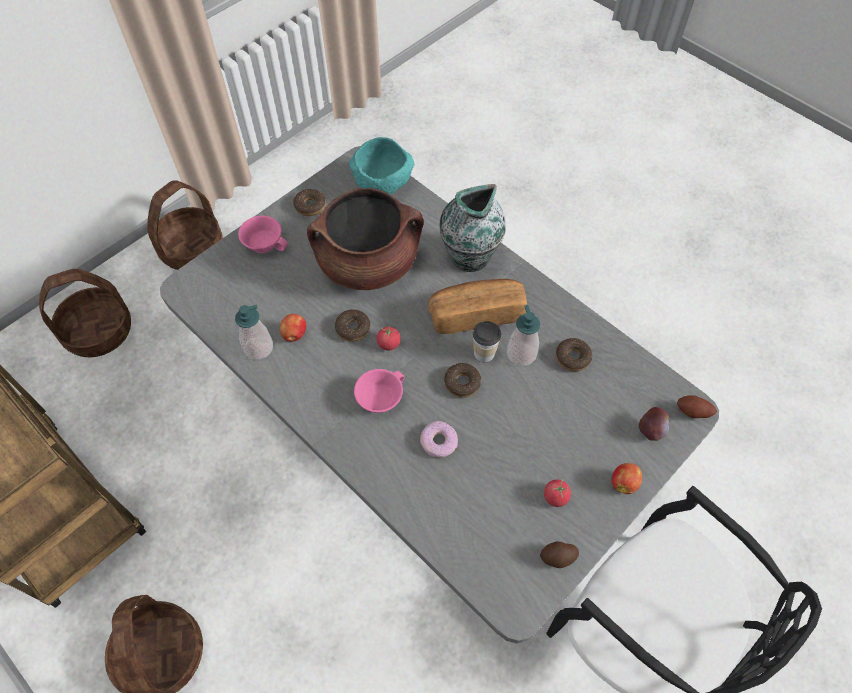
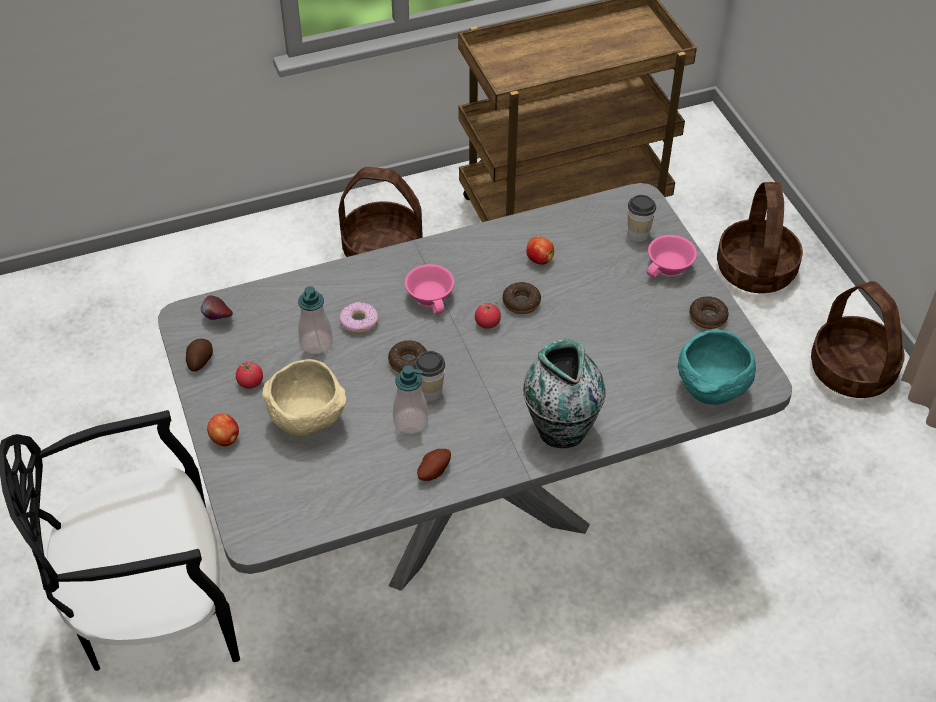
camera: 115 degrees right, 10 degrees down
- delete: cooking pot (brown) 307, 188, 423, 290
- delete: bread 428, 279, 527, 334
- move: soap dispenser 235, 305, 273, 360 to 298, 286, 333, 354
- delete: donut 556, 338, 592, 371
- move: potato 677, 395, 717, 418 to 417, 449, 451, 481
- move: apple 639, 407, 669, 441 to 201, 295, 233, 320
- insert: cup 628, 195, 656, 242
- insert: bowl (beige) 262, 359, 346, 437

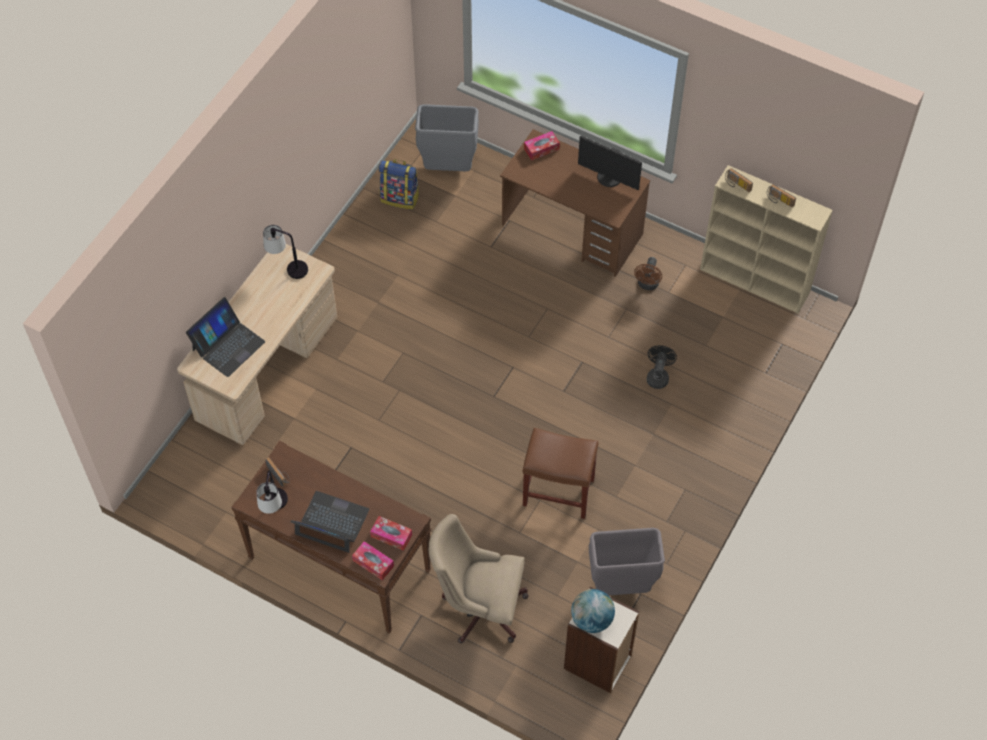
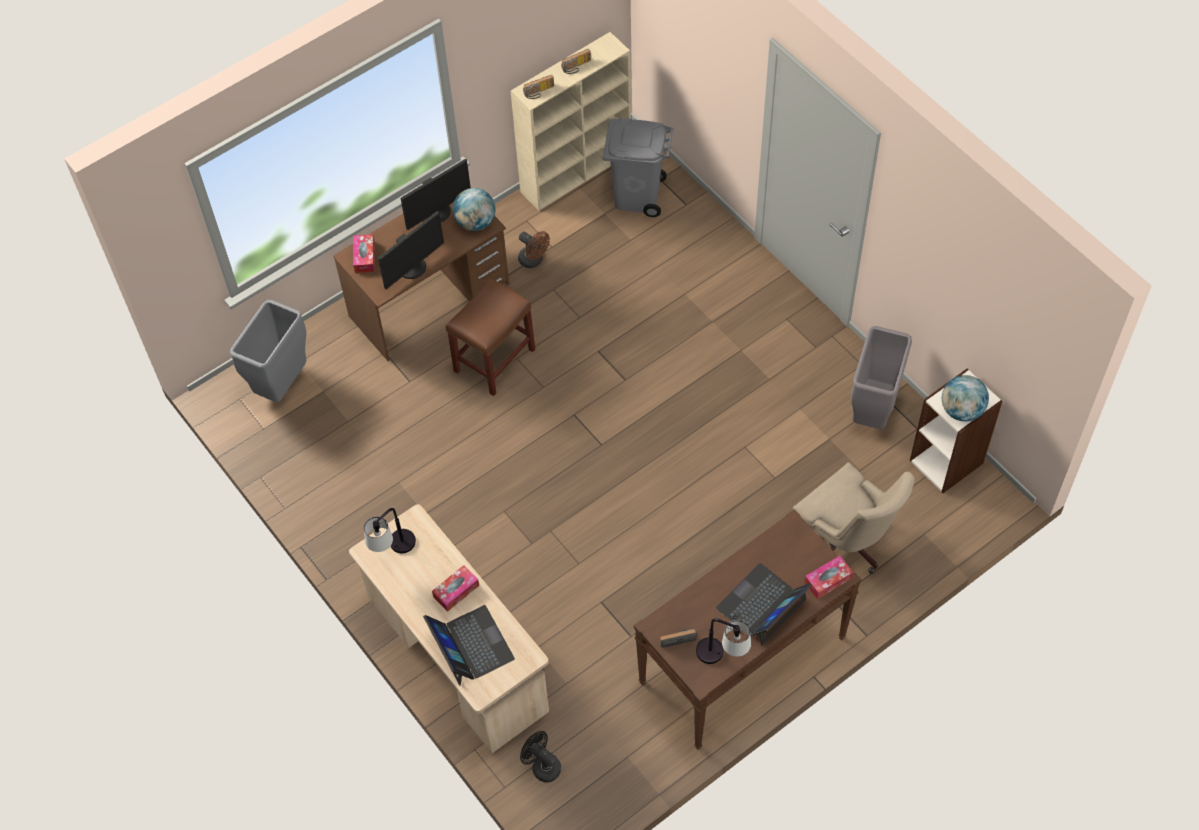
camera: 65 degrees left, 0 degrees up
- delete: backpack 379, 159, 419, 209
- move: fan (black) 647, 345, 677, 389 to 520, 731, 561, 783
- move: stool (brown) 523, 428, 598, 519 to 446, 278, 535, 396
- rotate: office chair (beige) 429, 514, 529, 643 = 793, 462, 915, 574 75 degrees counterclockwise
- move: tissue box 370, 516, 412, 551 to 432, 565, 479, 612
- insert: trash can (grey) 603, 119, 673, 217
- insert: globe 453, 188, 495, 231
- insert: monitor 378, 211, 444, 289

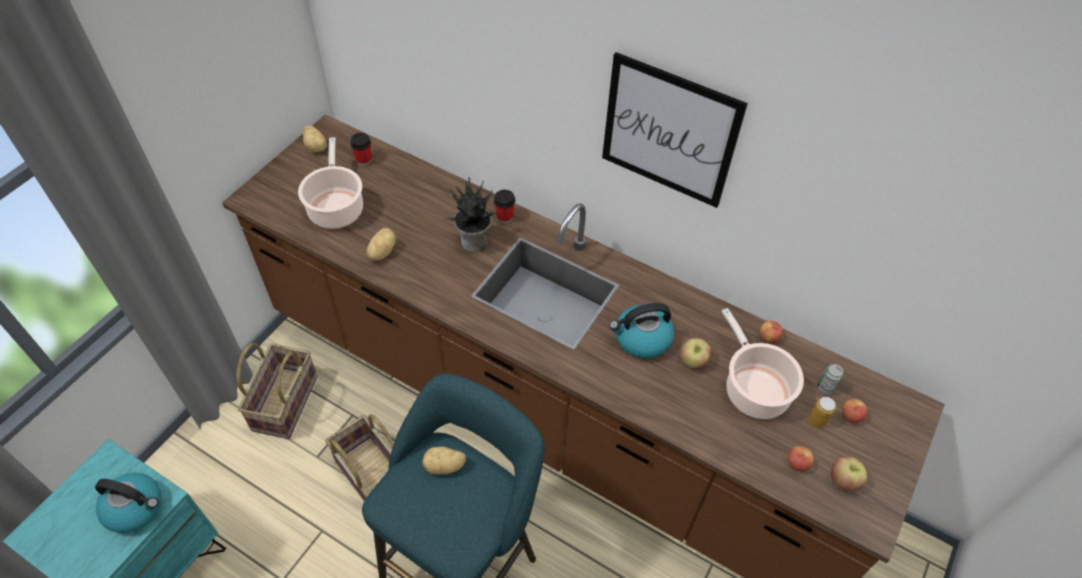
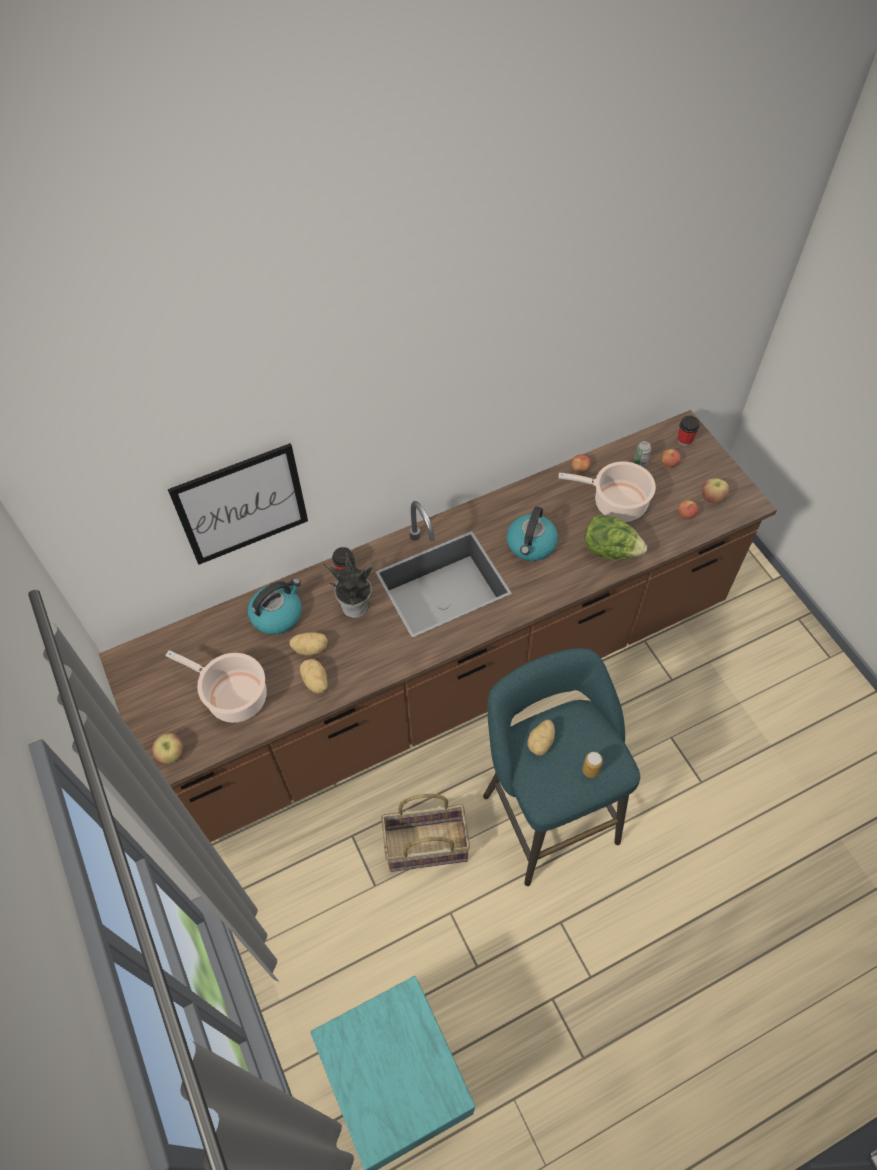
camera: 55 degrees left, 5 degrees up
- move: picture 602, 52, 748, 208 to 168, 443, 308, 565
- move: potato 303, 125, 327, 152 to 290, 632, 328, 656
- move: cup 350, 133, 372, 166 to 677, 416, 700, 446
- move: apple 680, 338, 712, 369 to 152, 733, 183, 764
- delete: basket 236, 343, 318, 439
- move: can 808, 397, 836, 428 to 582, 752, 603, 778
- move: kettle 95, 473, 161, 533 to 248, 578, 301, 635
- insert: lettuce 584, 514, 647, 560

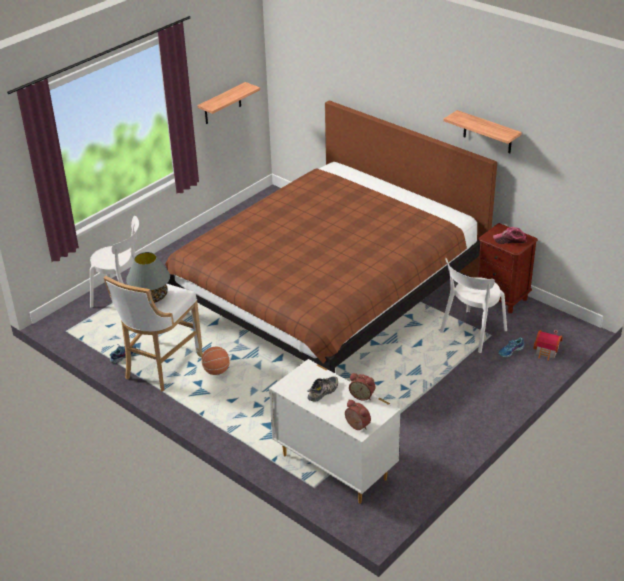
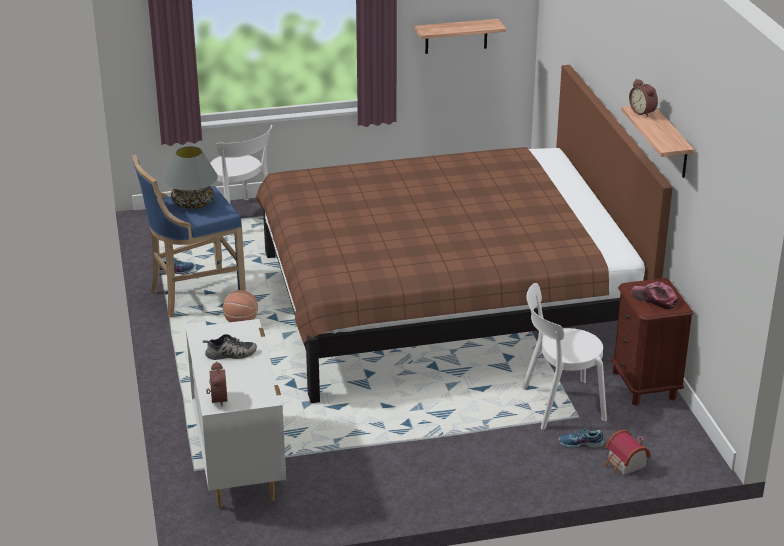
camera: 35 degrees right, 5 degrees down
- recolor: stool (white) 104, 276, 203, 392 to stool (blue) 132, 154, 246, 317
- move: alarm clock 349, 373, 375, 401 to 629, 79, 658, 117

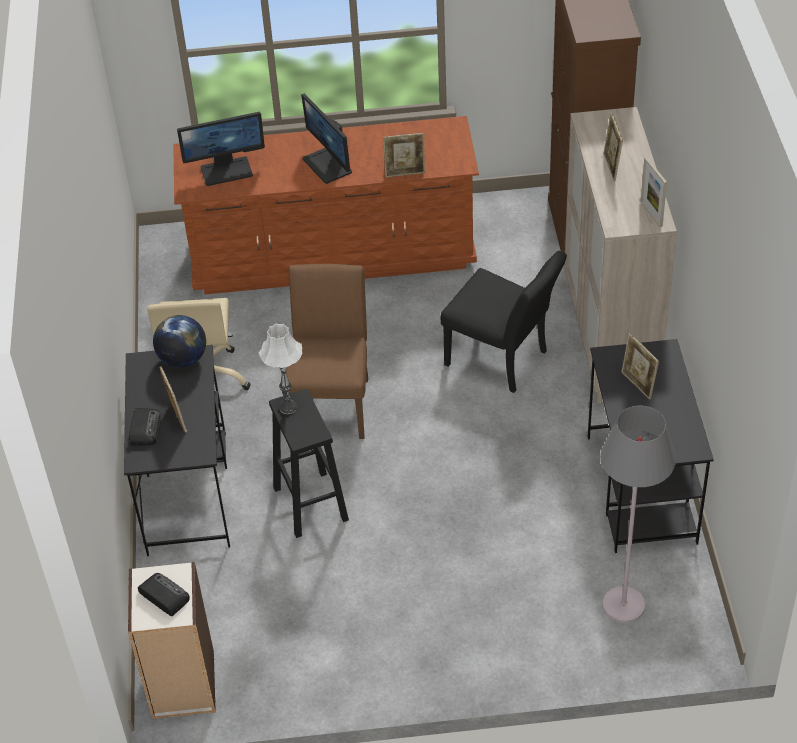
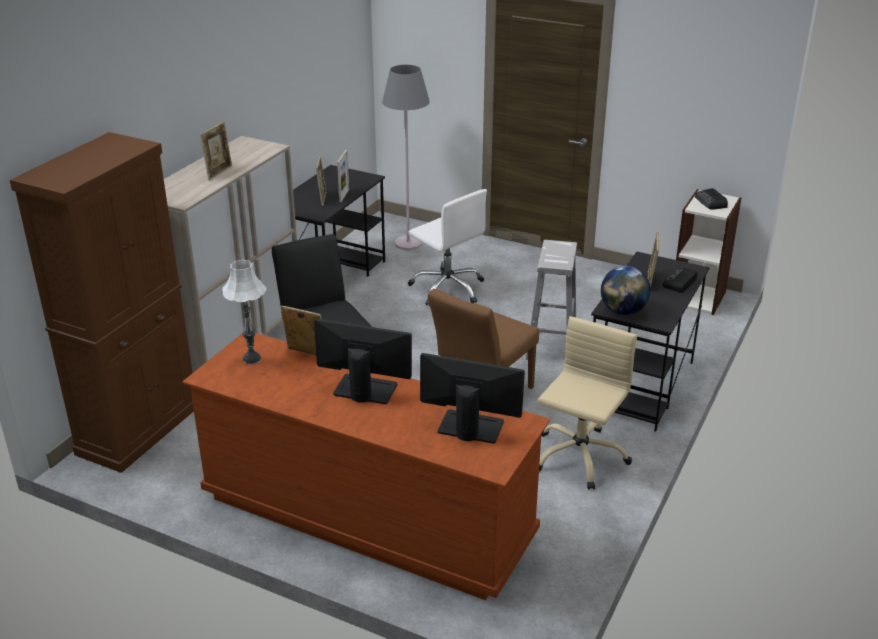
camera: 150 degrees left, 15 degrees down
- rotate: monitor 301, 93, 352, 184 = 314, 319, 412, 404 75 degrees counterclockwise
- move: picture frame 641, 157, 667, 227 to 337, 150, 349, 202
- move: table lamp (white) 258, 323, 302, 414 to 223, 260, 267, 365
- recolor: stool (black) 269, 389, 349, 538 to stool (white) 526, 240, 577, 360
- insert: office chair (white) 408, 189, 487, 306

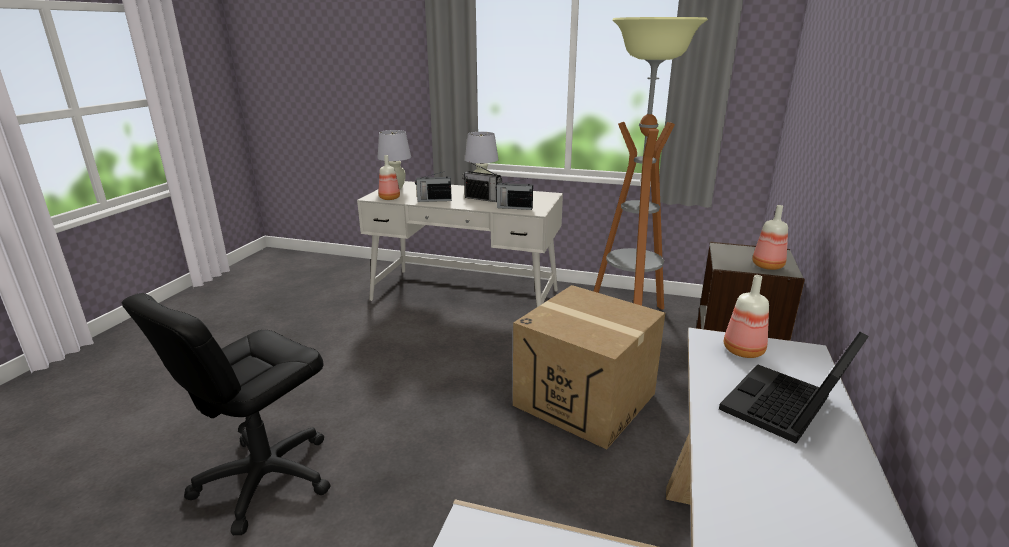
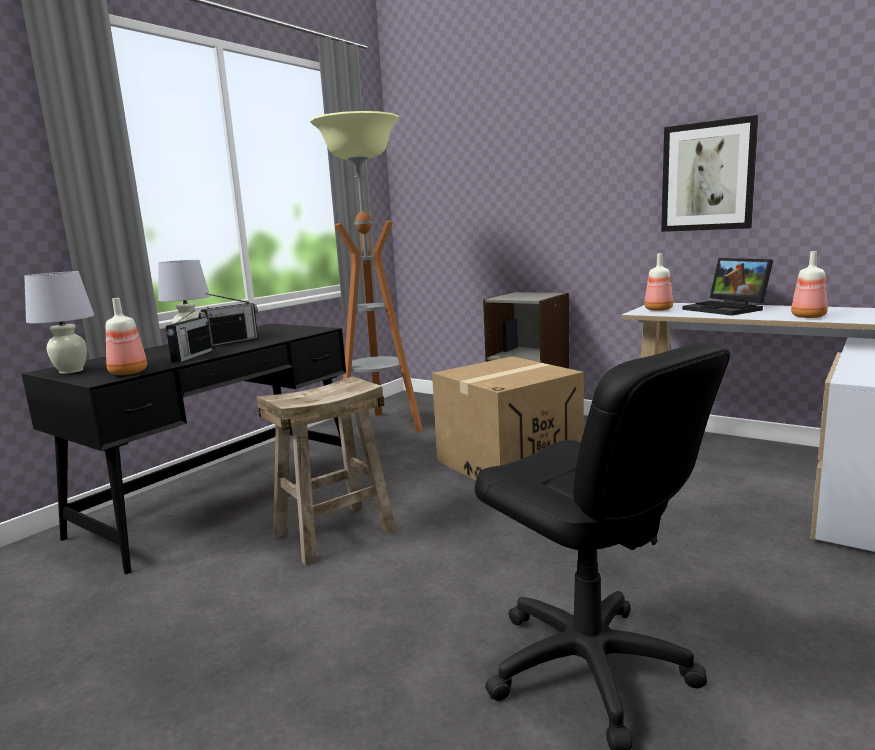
camera: 70 degrees left, 10 degrees down
- delete: radio 496, 178, 533, 210
- recolor: desk (white) 357, 181, 563, 307 to desk (black) 22, 323, 346, 574
- move: bottle 752, 205, 788, 270 to 791, 251, 828, 318
- insert: picture 661, 115, 758, 232
- insert: stool (beige) 257, 376, 396, 566

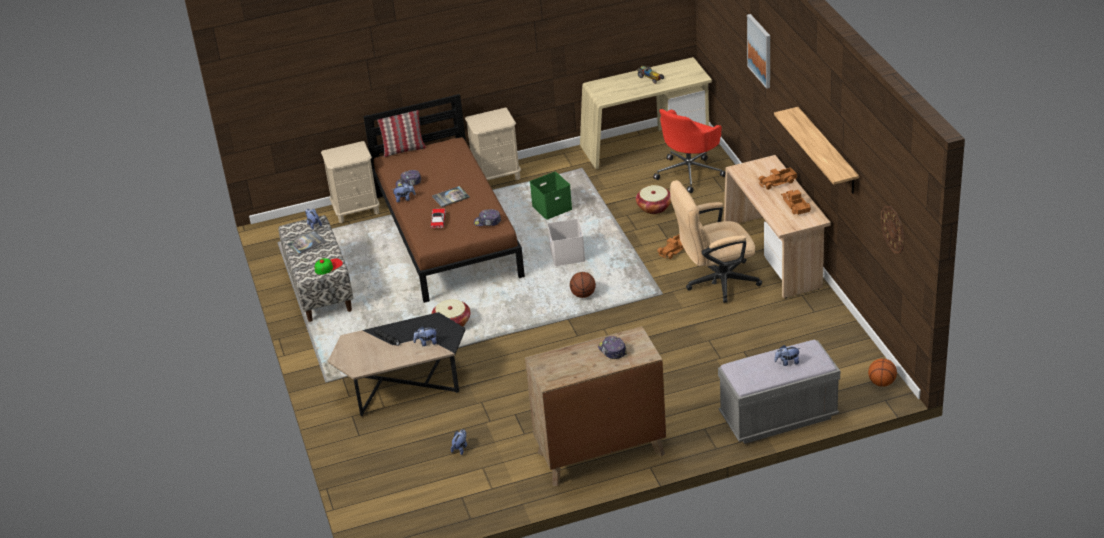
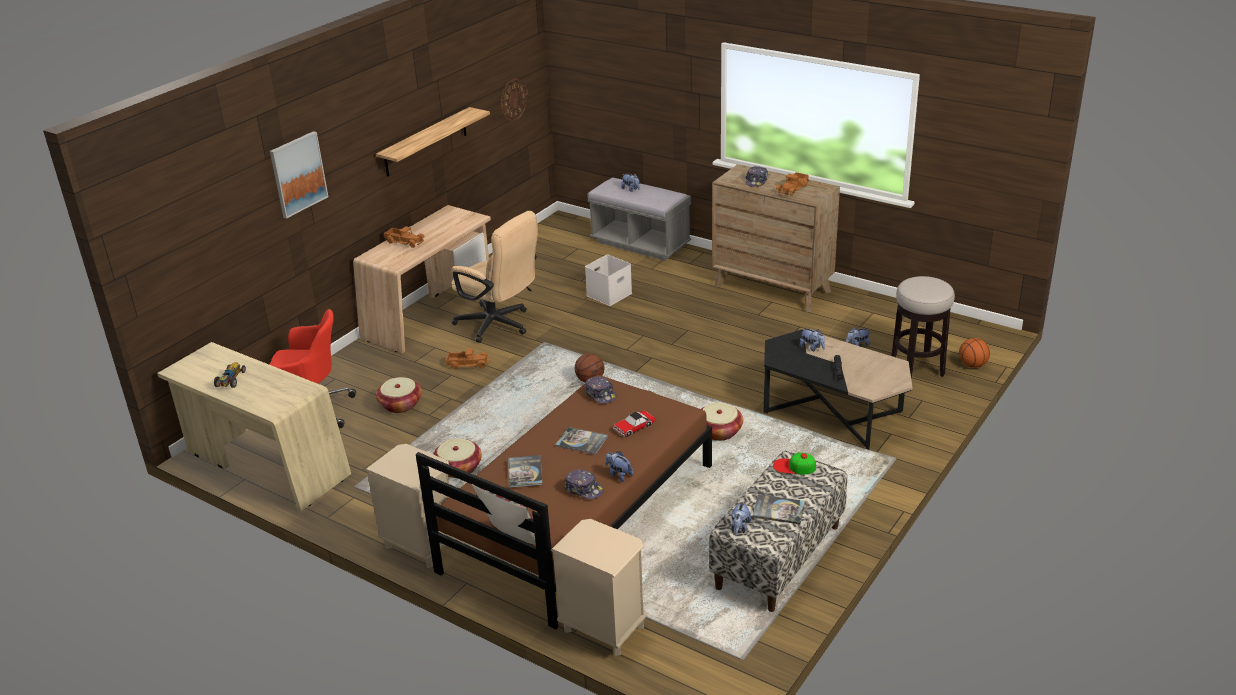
camera: 130 degrees left, 5 degrees down
- replace: storage box (green) 530, 172, 572, 220 to basket 433, 438, 482, 478
- move: toy truck 781, 190, 811, 215 to 776, 172, 809, 196
- move: storage box (white) 548, 219, 585, 266 to 585, 254, 632, 306
- move: basketball 868, 358, 897, 387 to 959, 338, 990, 368
- insert: stool 891, 276, 955, 378
- insert: book 508, 455, 543, 488

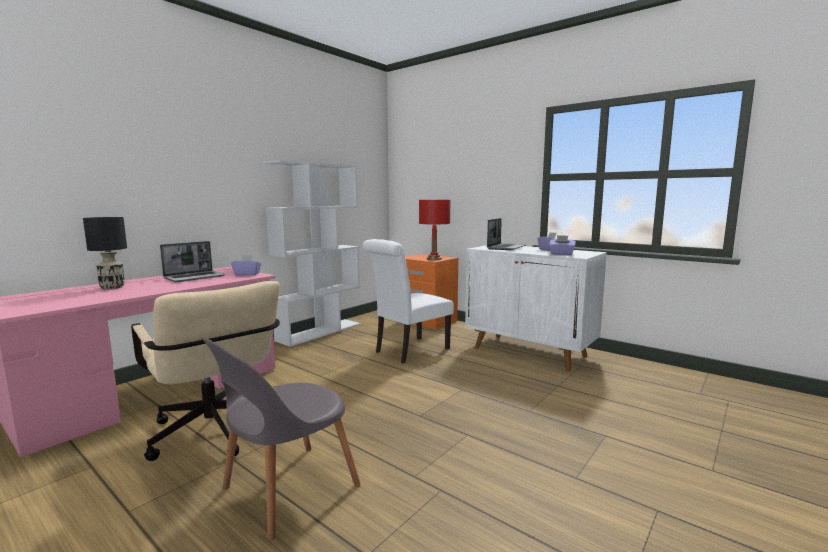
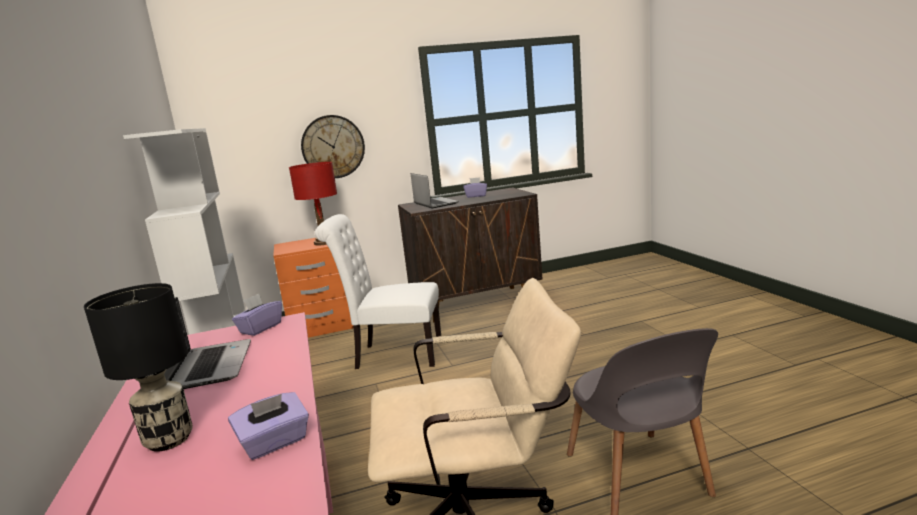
camera: 55 degrees left, 5 degrees up
- move: tissue box (purple) 549, 235, 576, 255 to 228, 392, 309, 460
- rotate: chair (white) 363, 239, 454, 363 = 315, 214, 441, 369 105 degrees clockwise
- recolor: cabinet (white) 465, 245, 607, 372 to cabinet (brown) 398, 187, 542, 322
- insert: wall clock 301, 115, 365, 178

